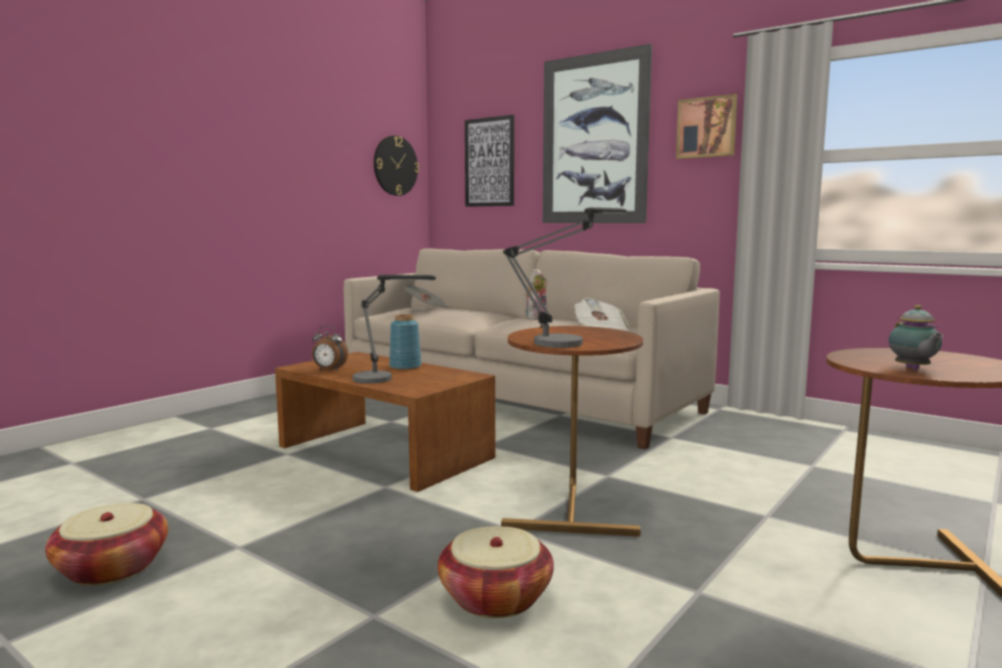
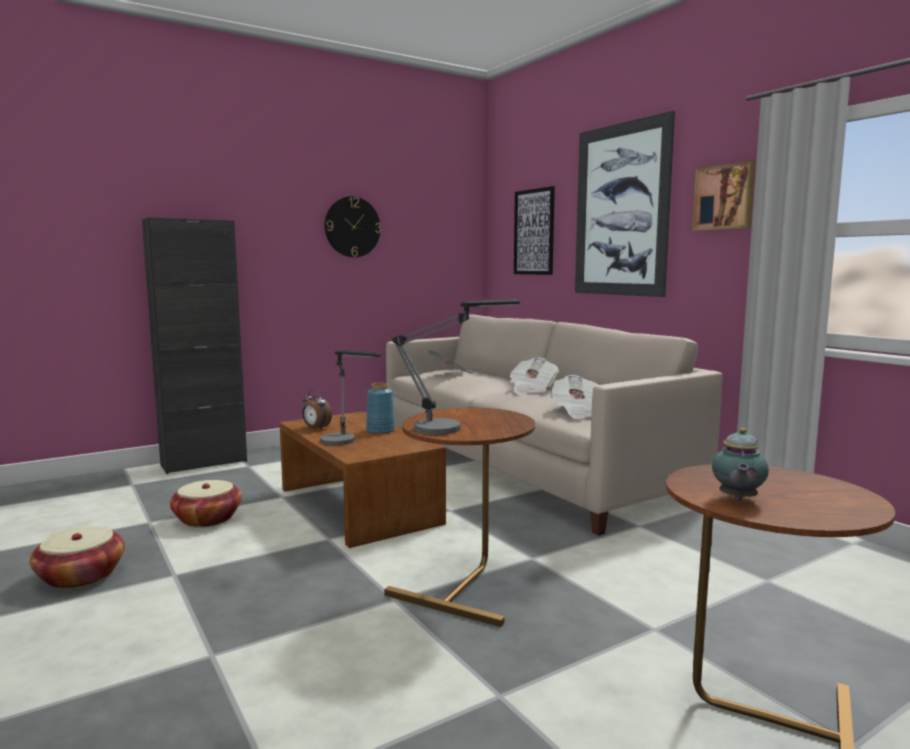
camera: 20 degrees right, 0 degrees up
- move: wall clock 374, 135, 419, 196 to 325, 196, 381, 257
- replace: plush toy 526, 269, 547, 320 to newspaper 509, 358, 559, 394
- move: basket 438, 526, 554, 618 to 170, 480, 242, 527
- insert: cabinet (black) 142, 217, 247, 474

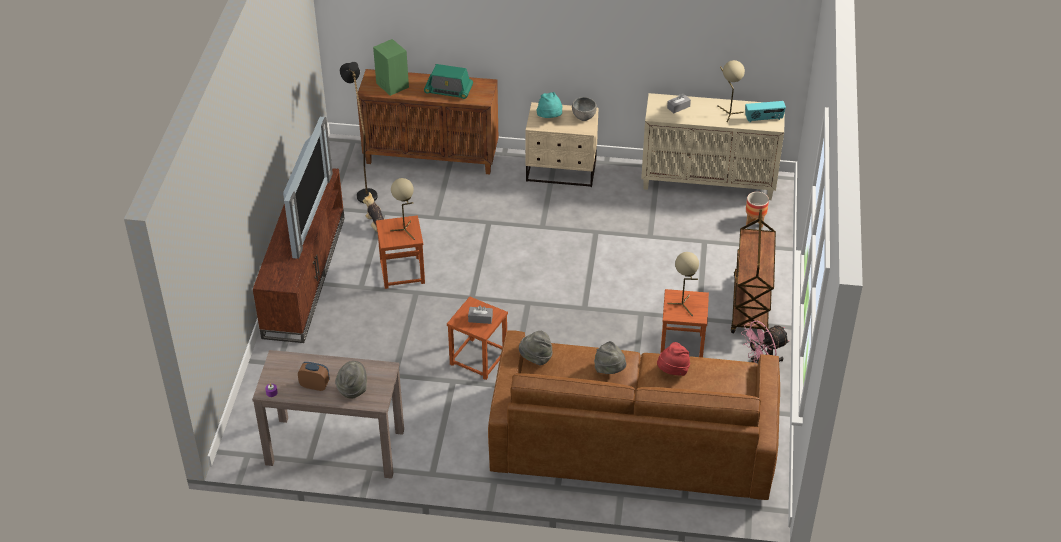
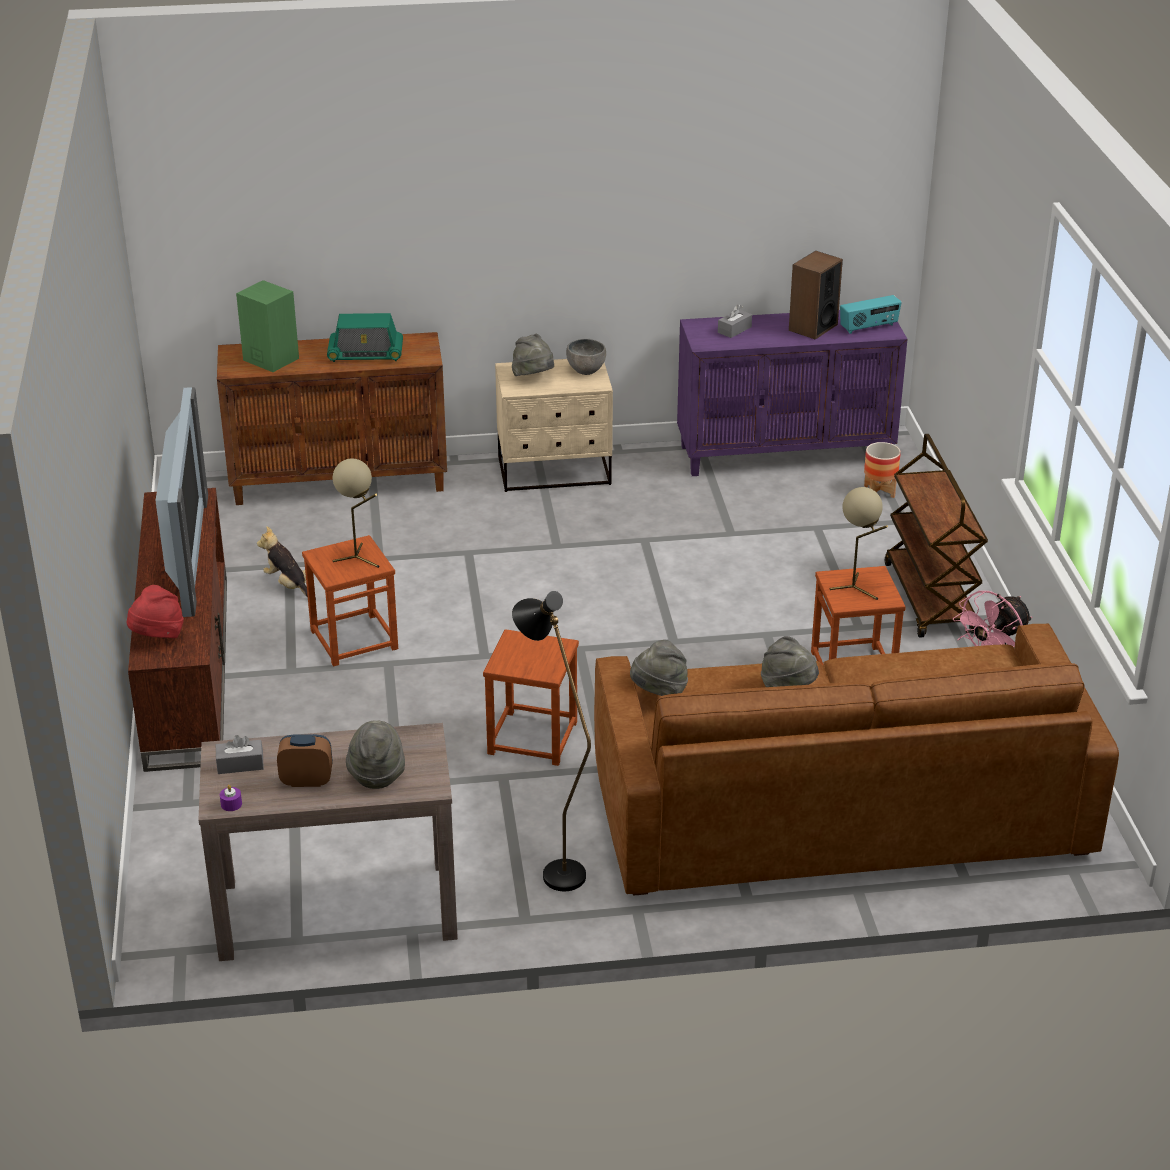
camera: 15 degrees left, 10 degrees down
- replace: table lamp (beige) 717, 60, 745, 122 to speaker 789, 251, 843, 339
- move: floor lamp (black) 340, 62, 377, 203 to 512, 591, 591, 891
- recolor: hat (turquoise) 537, 92, 562, 118 to hat (grey) 512, 334, 554, 376
- recolor: cabinet (beige) 641, 93, 785, 200 to cabinet (purple) 677, 310, 908, 476
- move: tissue box (grey) 468, 306, 493, 324 to 216, 735, 264, 774
- move: hat (red) 657, 342, 690, 376 to 127, 585, 184, 638

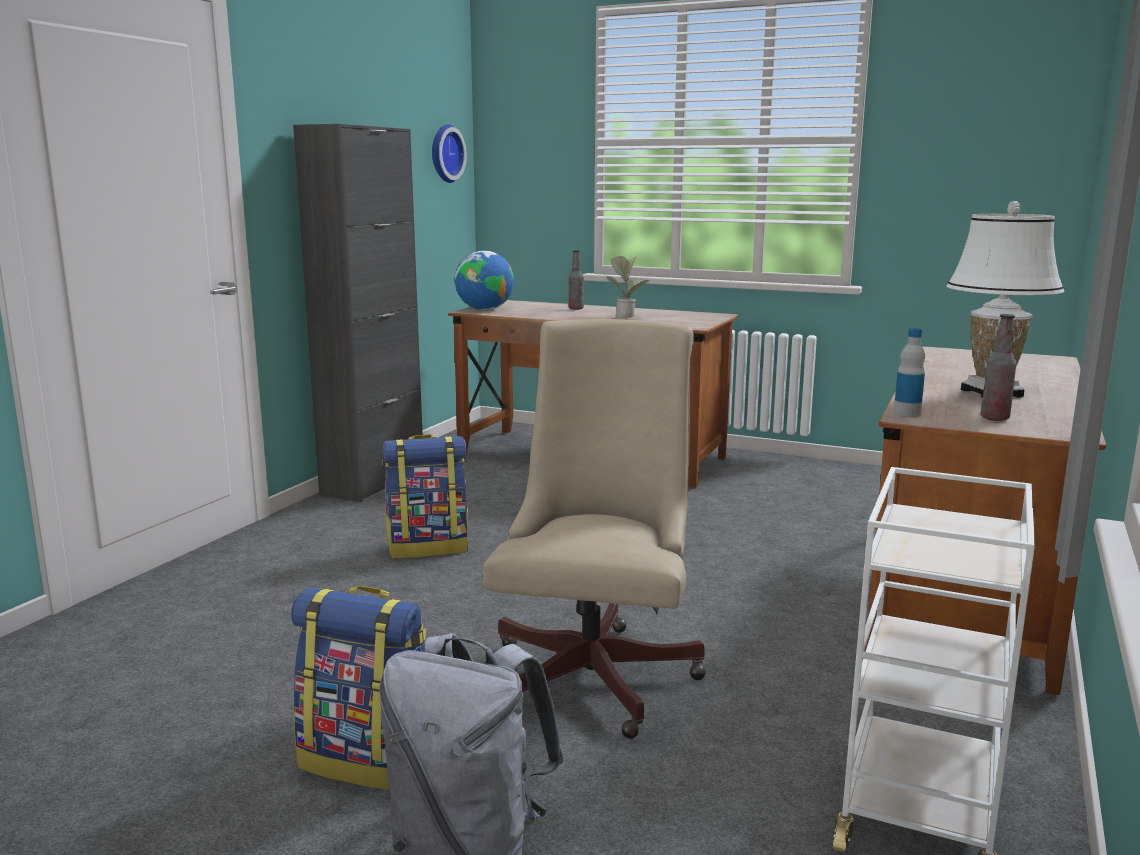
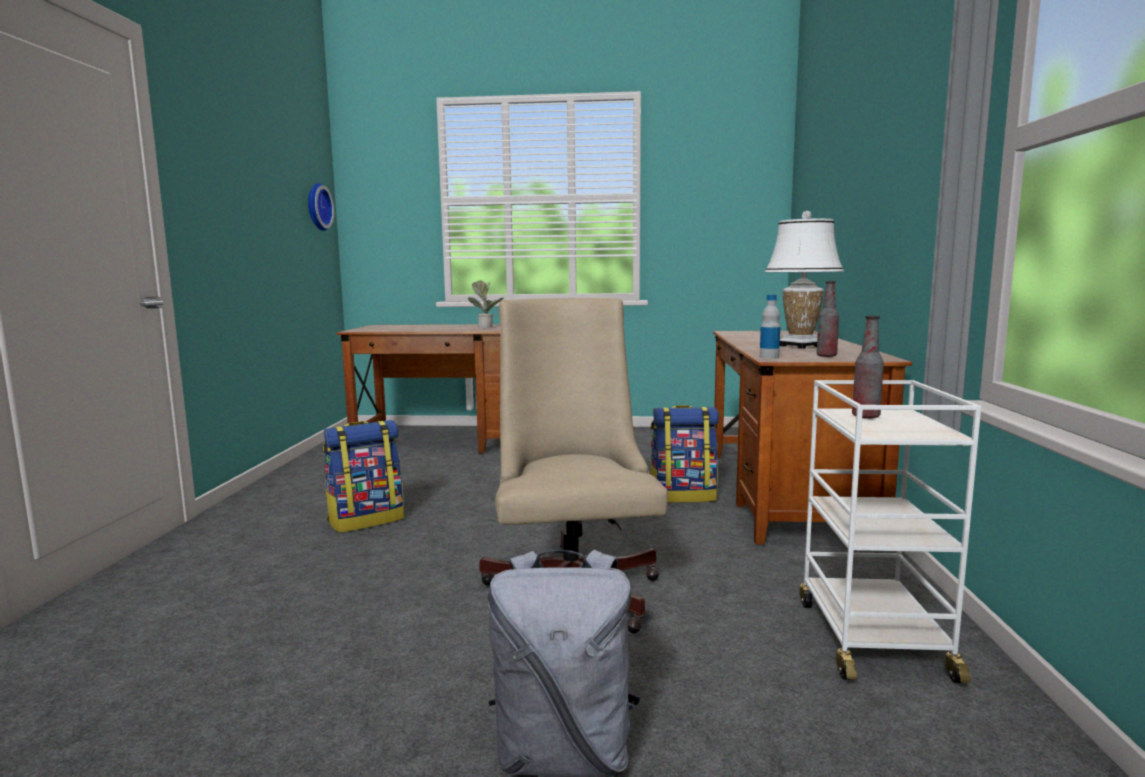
camera: 20 degrees left, 5 degrees down
- delete: cabinet (black) 293, 124, 423, 502
- delete: globe 455, 250, 514, 310
- move: bottle 569, 250, 584, 310 to 852, 315, 884, 419
- move: backpack 291, 586, 426, 790 to 651, 405, 719, 503

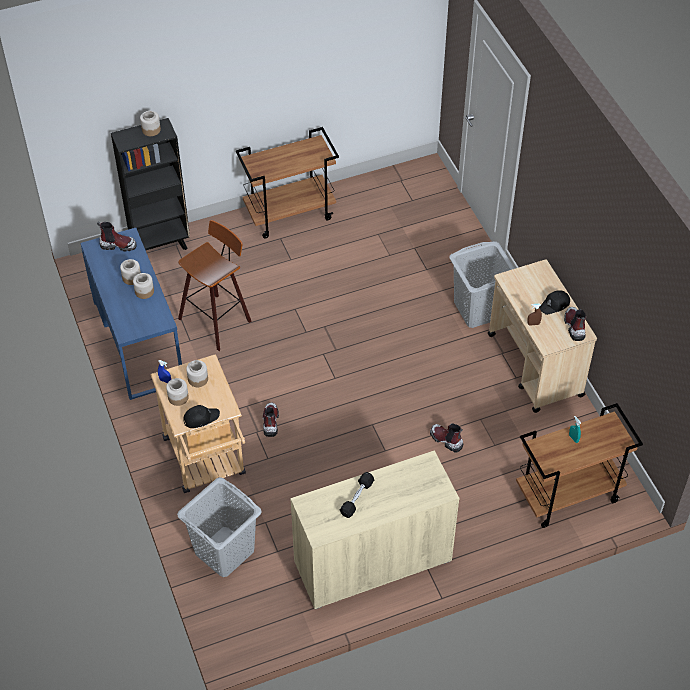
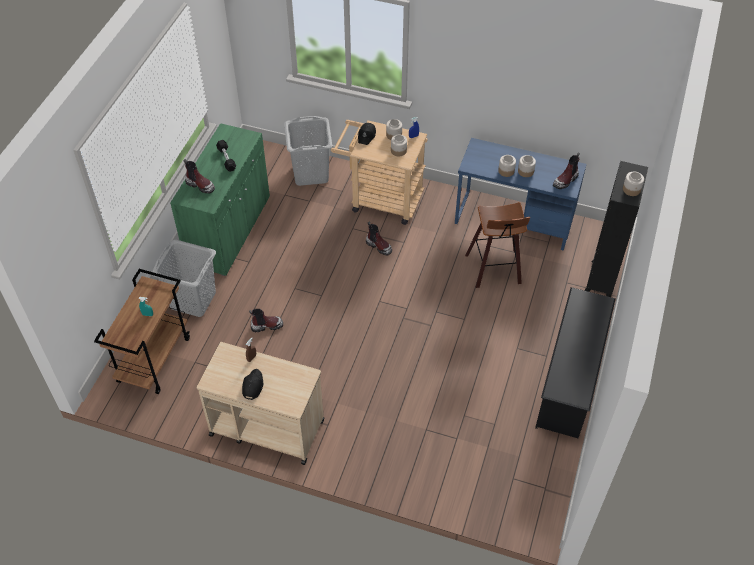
camera: 130 degrees right, 0 degrees up
- replace: cart (brown) 236, 127, 339, 238 to shoe rack (black) 535, 287, 616, 438
- move: laundry basket (grey) 449, 241, 515, 328 to 152, 239, 216, 317
- move: boot 564, 307, 586, 341 to 183, 159, 215, 194
- recolor: cabinet (beige) 291, 450, 459, 609 to cabinet (green) 170, 123, 270, 276

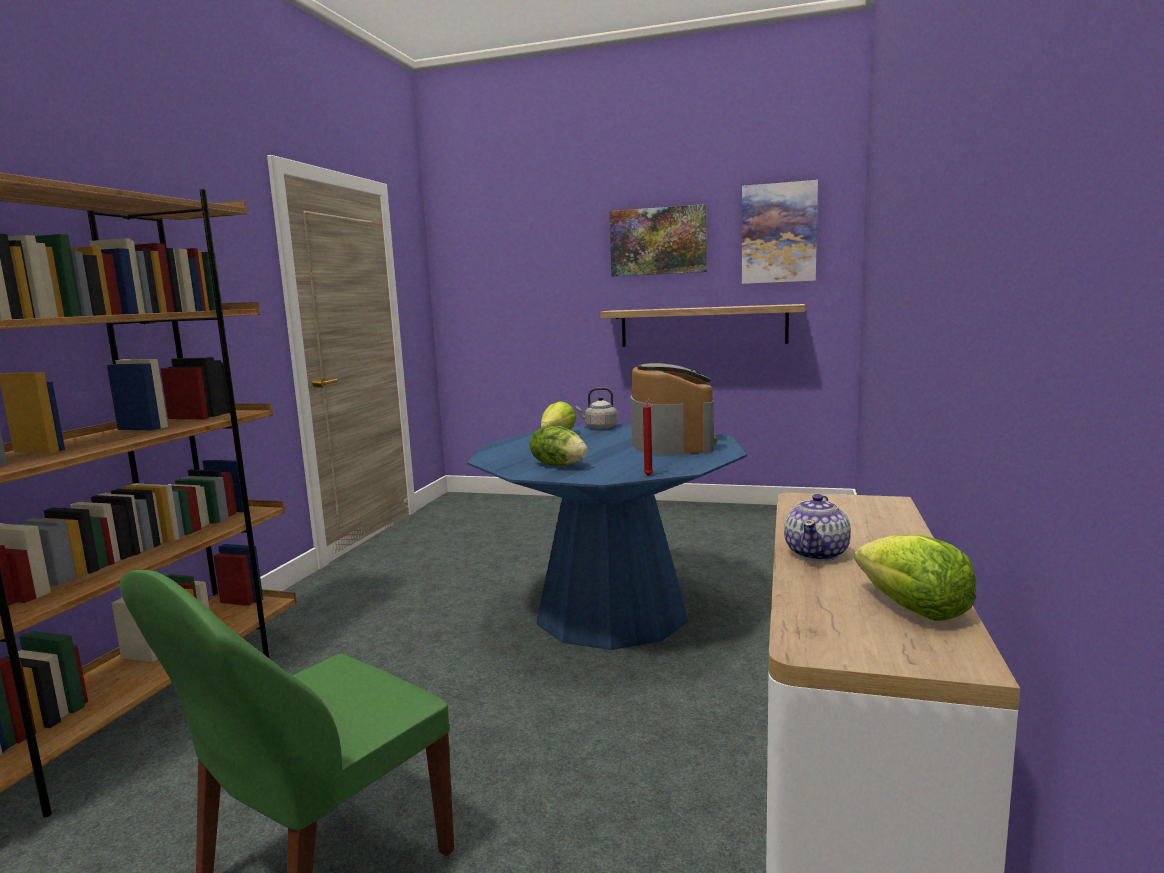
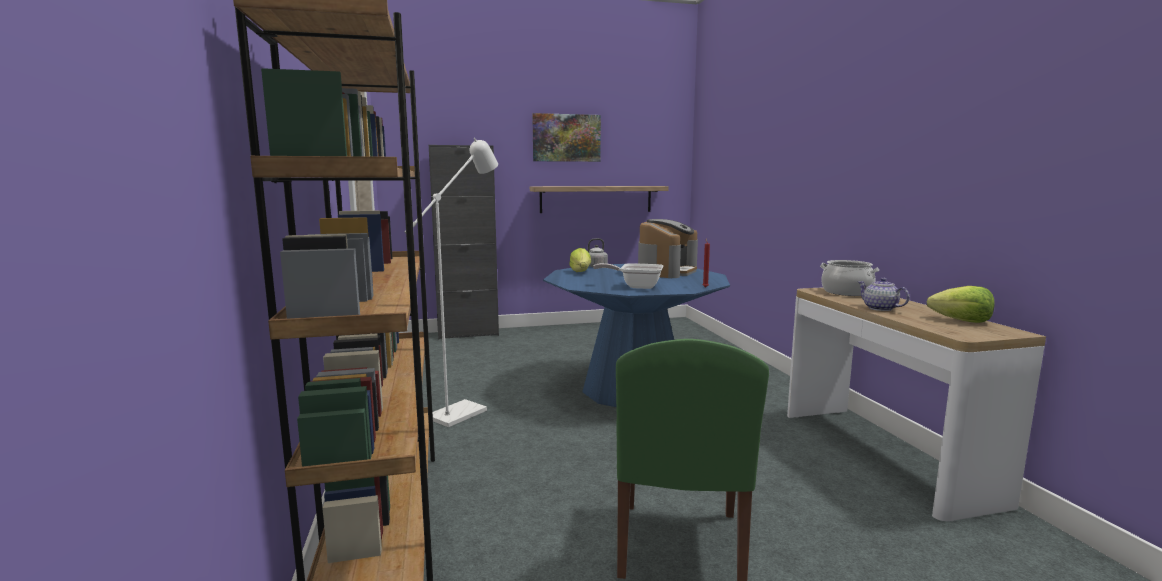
camera: 30 degrees left, 0 degrees up
- delete: picture 742, 180, 818, 284
- rotate: coffee machine 631, 363, 717, 455 = 638, 219, 698, 278 60 degrees clockwise
- replace: lettuce 529, 426, 588, 466 to frying pan 593, 263, 663, 289
- rotate: teapot 784, 494, 851, 561 = 858, 278, 910, 311 150 degrees clockwise
- insert: floor lamp (white) 405, 138, 498, 427
- insert: cabinet (black) 429, 145, 499, 340
- insert: cooking pot 820, 260, 880, 296

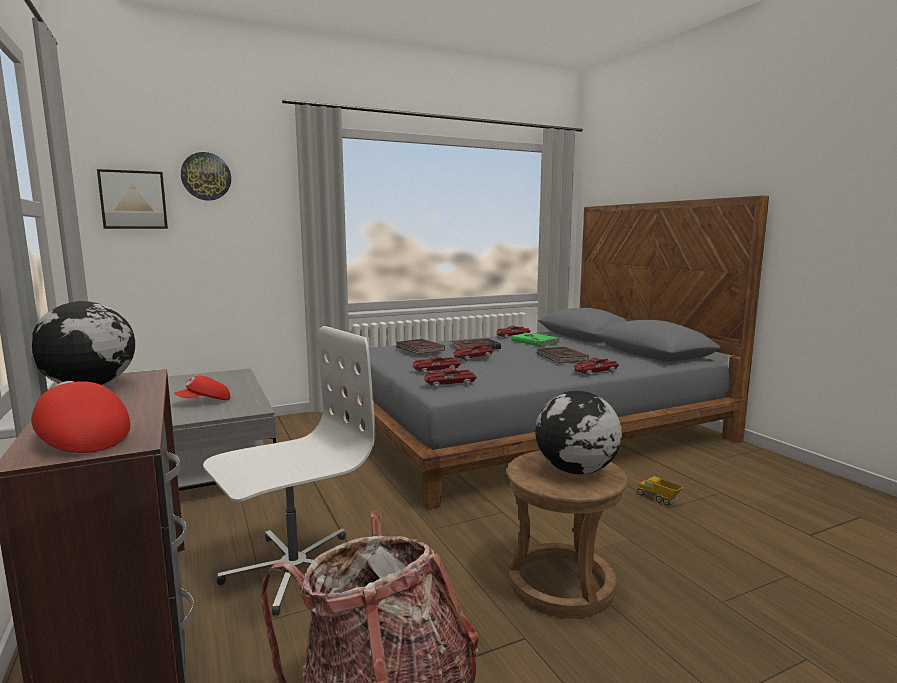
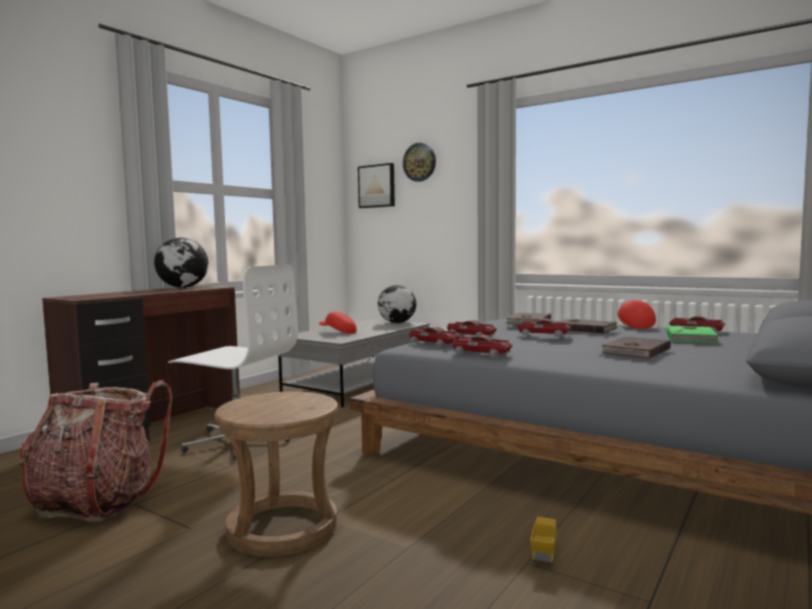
camera: 60 degrees right, 5 degrees down
- move: toy car 574, 357, 619, 376 to 452, 335, 513, 357
- move: cap (red) 31, 381, 130, 453 to 618, 300, 656, 329
- move: globe 535, 391, 622, 474 to 378, 285, 416, 323

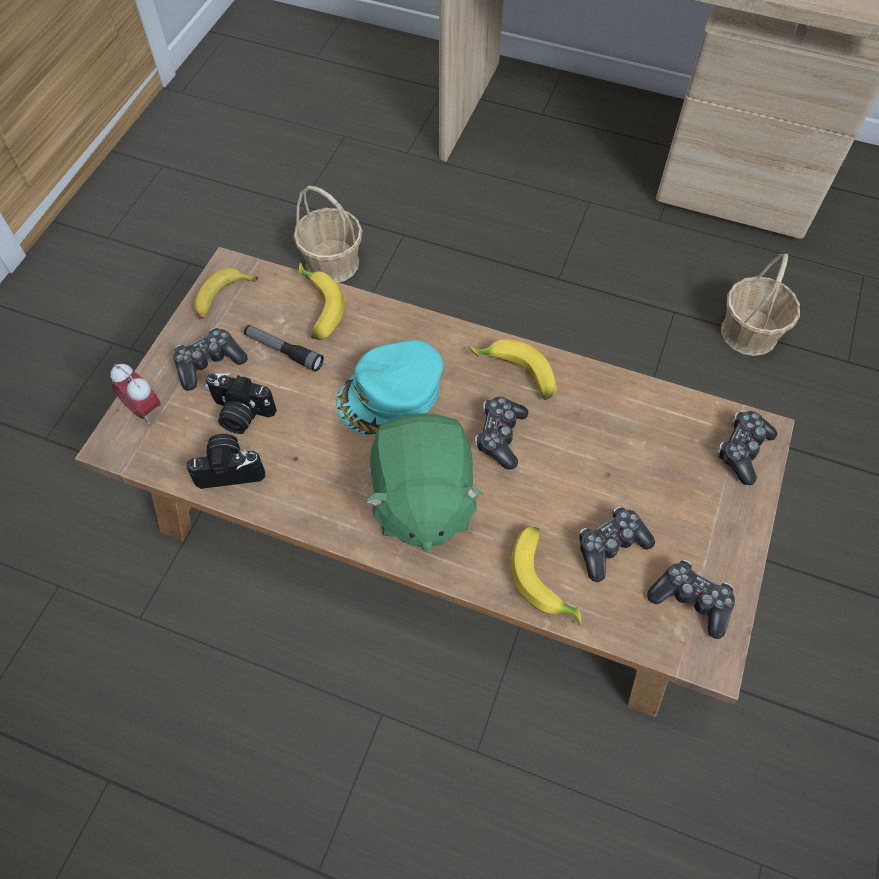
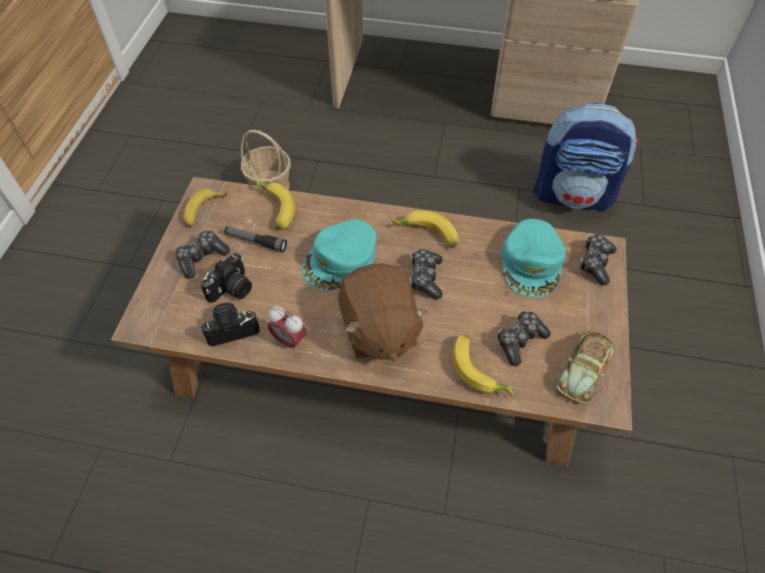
camera: 10 degrees left, 5 degrees down
- replace: basket 721, 254, 800, 356 to backpack 533, 103, 639, 212
- move: alarm clock 110, 364, 161, 424 to 268, 306, 307, 351
- rotate: photo camera 205, 373, 277, 434 = 201, 253, 252, 303 60 degrees counterclockwise
- recolor: plush toy (green) 365, 413, 483, 552 to plush toy (brown) 338, 263, 428, 361
- replace: game controller 647, 559, 735, 639 to toy car 556, 330, 615, 404
- insert: cap (turquoise) 501, 219, 565, 297

